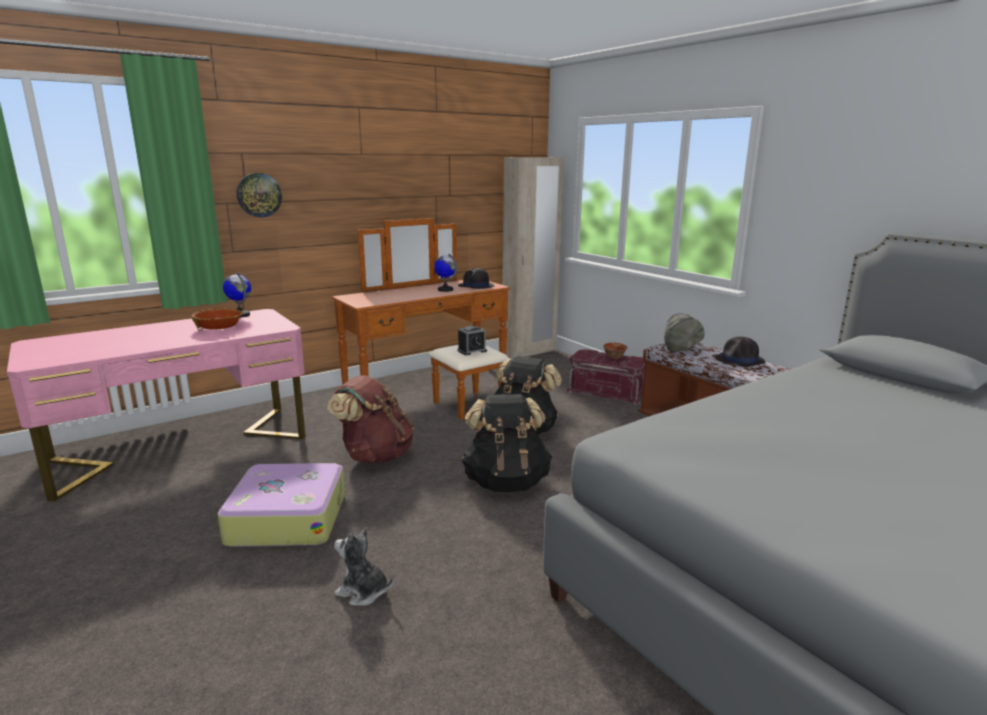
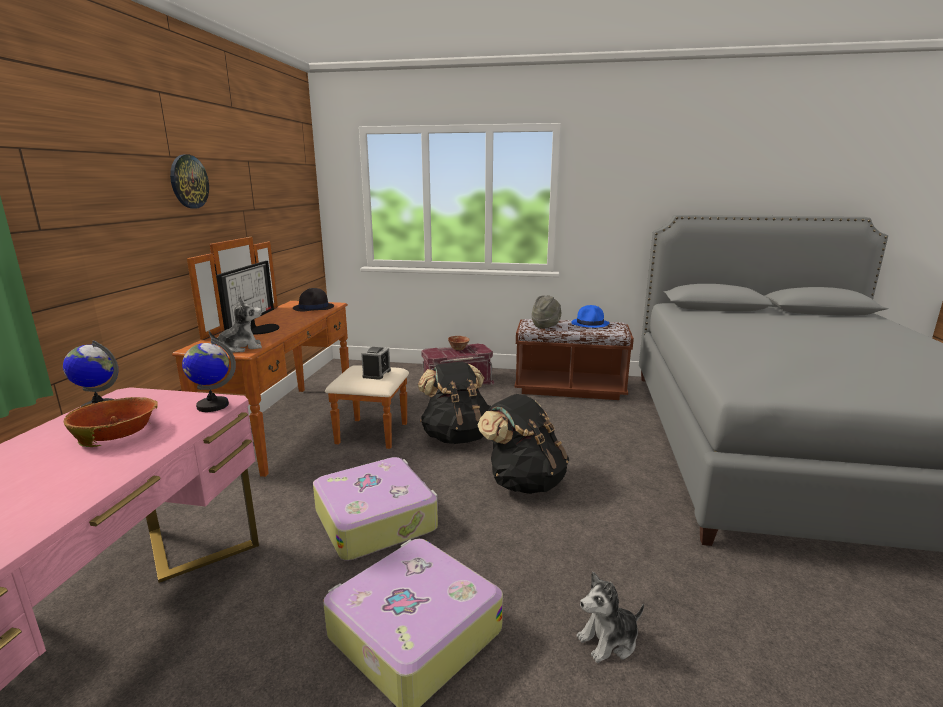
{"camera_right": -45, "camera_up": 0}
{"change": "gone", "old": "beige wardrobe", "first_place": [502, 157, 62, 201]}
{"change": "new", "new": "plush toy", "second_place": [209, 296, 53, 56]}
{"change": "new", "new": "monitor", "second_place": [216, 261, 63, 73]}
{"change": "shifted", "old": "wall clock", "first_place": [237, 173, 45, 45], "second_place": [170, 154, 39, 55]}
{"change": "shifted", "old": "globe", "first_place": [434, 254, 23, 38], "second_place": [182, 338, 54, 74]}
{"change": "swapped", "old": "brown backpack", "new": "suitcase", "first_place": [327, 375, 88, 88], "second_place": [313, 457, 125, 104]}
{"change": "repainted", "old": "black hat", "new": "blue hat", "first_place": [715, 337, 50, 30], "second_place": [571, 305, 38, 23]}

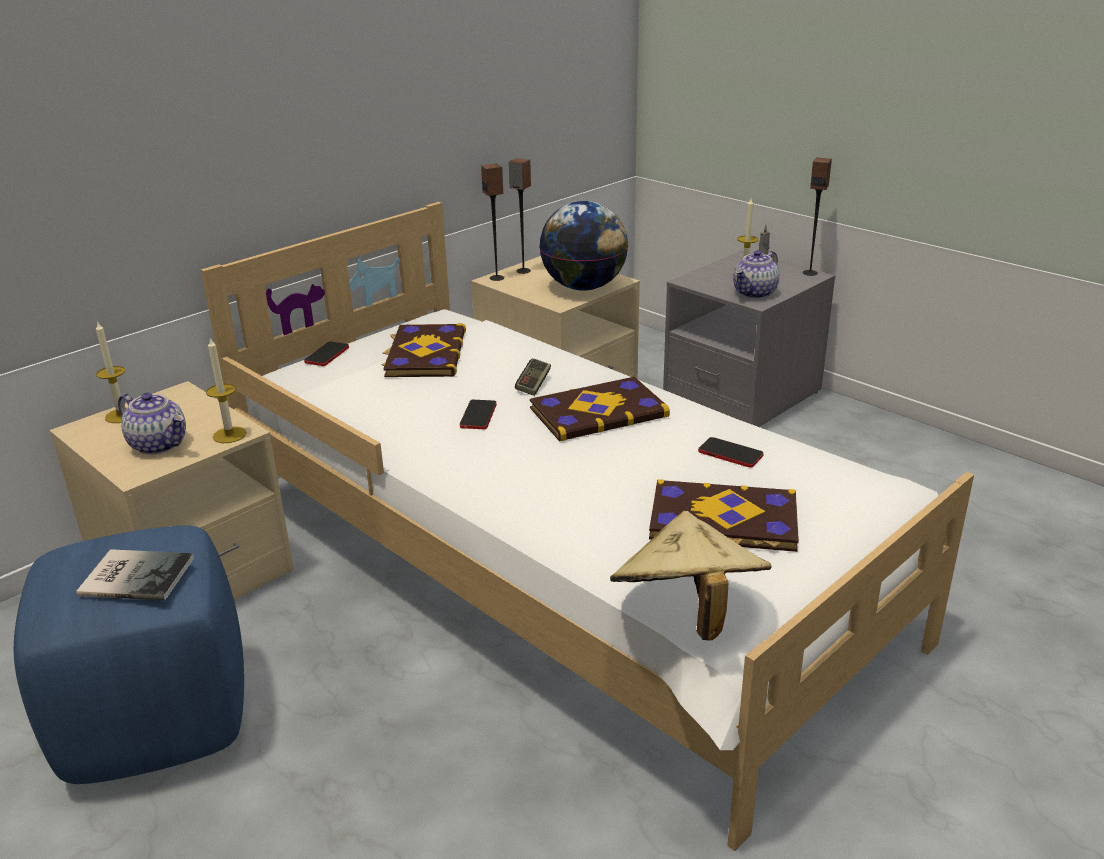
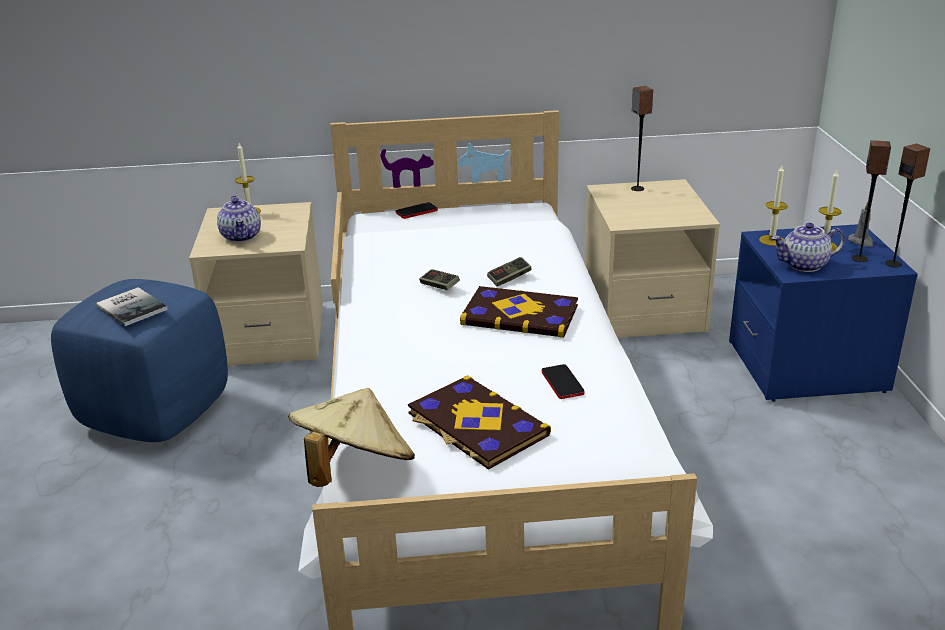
{"camera_right": 40, "camera_up": 0}
{"change": "gone", "old": "book", "first_place": [382, 323, 84, 54]}
{"change": "gone", "old": "globe", "first_place": [539, 201, 89, 90]}
{"change": "shifted", "old": "candle", "first_place": [206, 337, 41, 106], "second_place": [759, 165, 29, 81]}
{"change": "shifted", "old": "speaker", "first_place": [481, 164, 23, 117], "second_place": [851, 140, 40, 122]}
{"change": "swapped", "old": "phone", "new": "game controller", "first_place": [460, 400, 36, 29], "second_place": [419, 269, 41, 21]}
{"change": "repainted", "old": "grey nightstand", "new": "blue nightstand", "first_place": [663, 250, 173, 177], "second_place": [729, 224, 189, 178]}

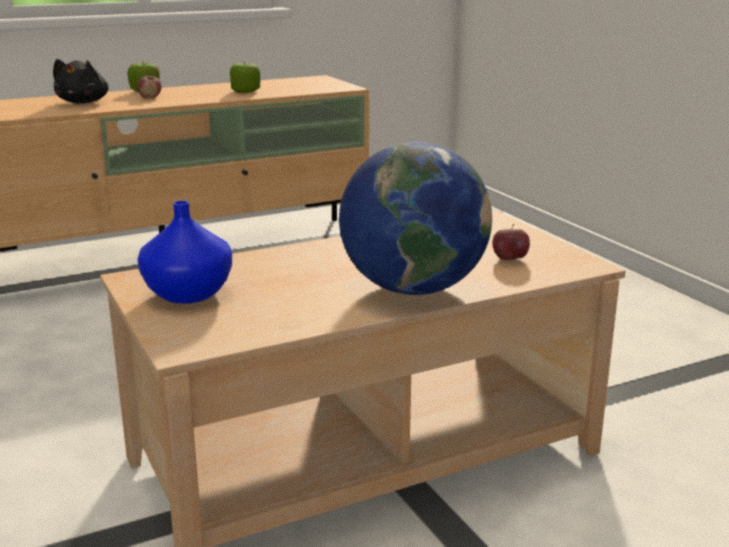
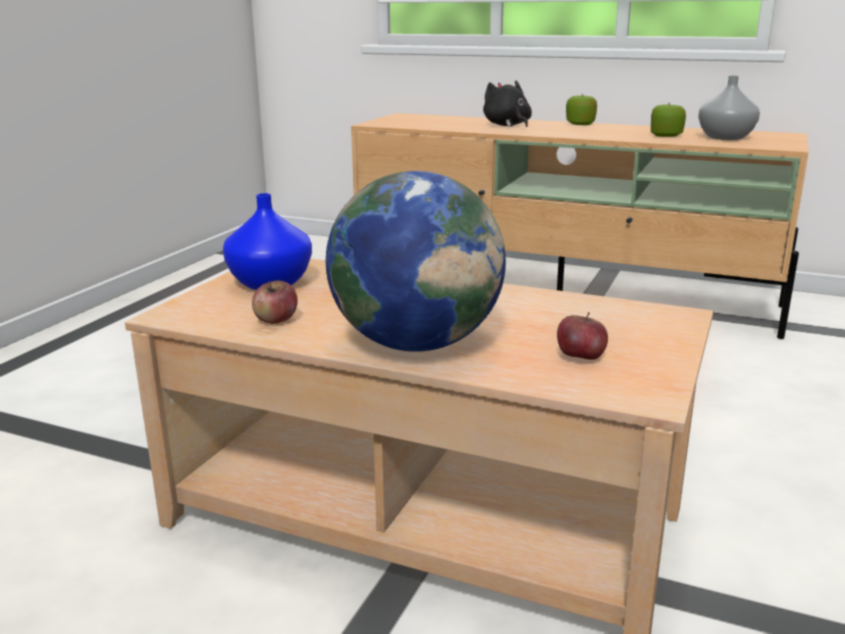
{"camera_right": 50, "camera_up": 0}
{"change": "new", "new": "grey vase", "second_place": [698, 76, 62, 64]}
{"change": "shifted", "old": "apple", "first_place": [137, 75, 25, 23], "second_place": [252, 281, 46, 43]}
{"change": "rotated", "old": "black plush toy", "first_place": [53, 59, 56, 45], "second_place": [483, 81, 49, 46], "degrees": 105}

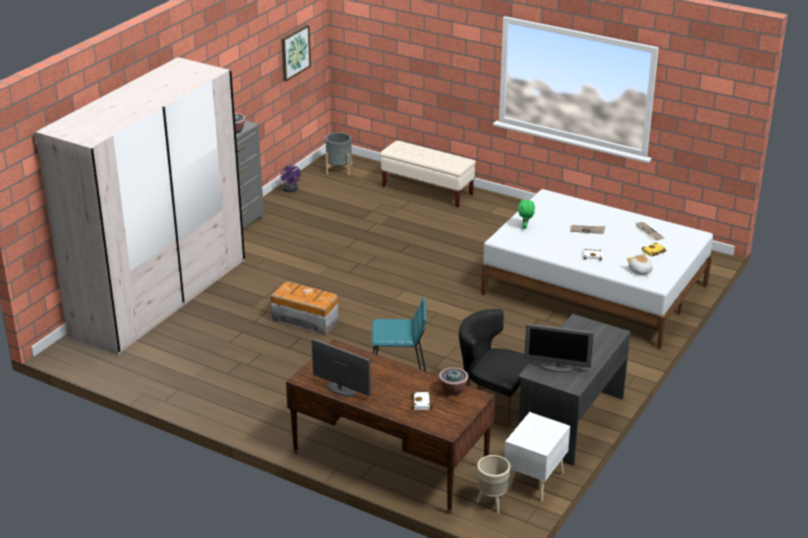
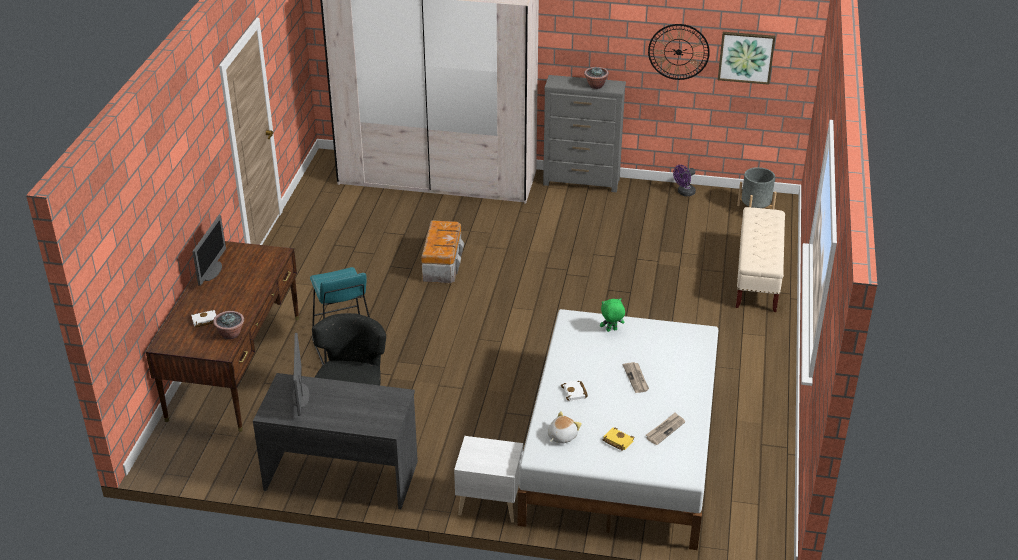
{"camera_right": 70, "camera_up": 5}
{"change": "gone", "old": "beige planter", "first_place": [476, 455, 34, 59]}
{"change": "new", "new": "wall clock", "second_place": [648, 24, 62, 56]}
{"change": "shifted", "old": "white nightstand", "first_place": [504, 412, 66, 90], "second_place": [454, 436, 69, 87]}

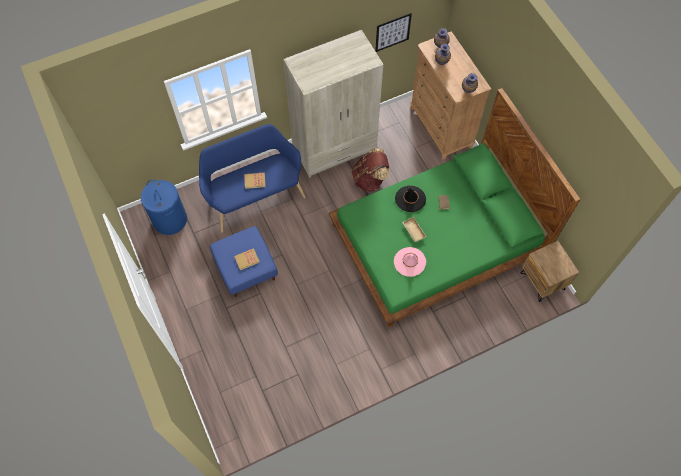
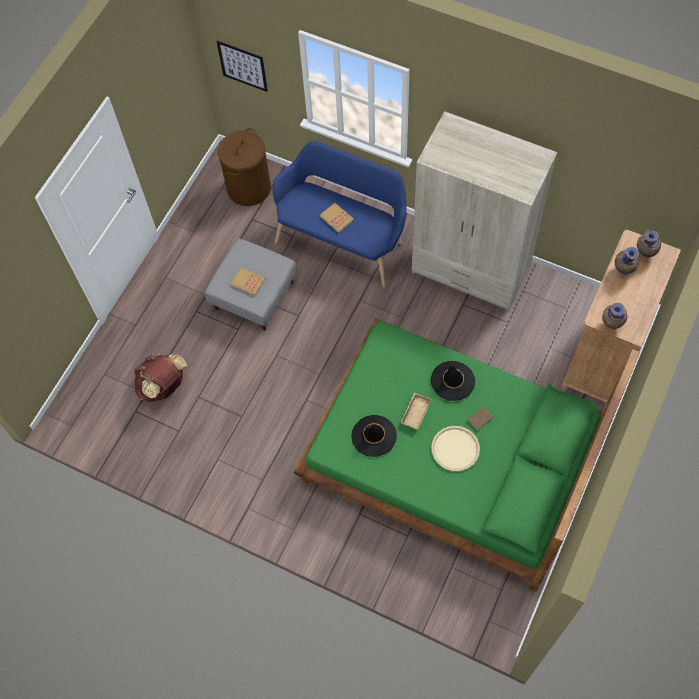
{"camera_right": 55, "camera_up": 0}
{"change": "gone", "old": "brown nightstand", "first_place": [521, 241, 58, 61]}
{"change": "new", "new": "beige tray", "second_place": [431, 426, 49, 45]}
{"change": "shifted", "old": "brown backpack", "first_place": [352, 148, 37, 44], "second_place": [134, 354, 53, 48]}
{"change": "shifted", "old": "picture", "first_place": [375, 13, 37, 39], "second_place": [217, 41, 51, 51]}
{"change": "repainted", "old": "blue laundry basket", "new": "brown laundry basket", "first_place": [141, 180, 46, 55], "second_place": [218, 128, 53, 78]}
{"change": "repainted", "old": "blue ottoman", "new": "grey ottoman", "first_place": [210, 226, 68, 71], "second_place": [204, 238, 93, 93]}
{"change": "repainted", "old": "pink hat", "new": "black hat", "first_place": [394, 247, 32, 30], "second_place": [351, 415, 46, 42]}

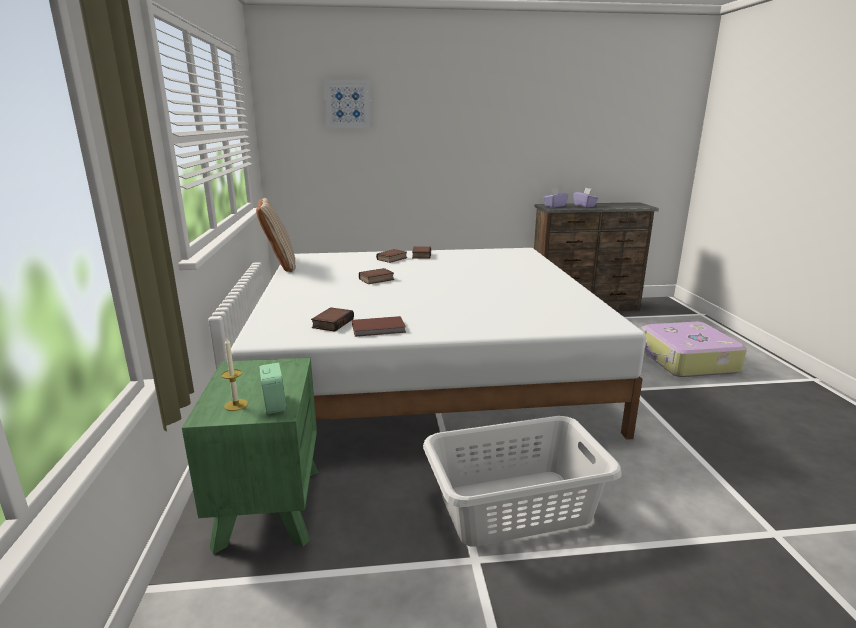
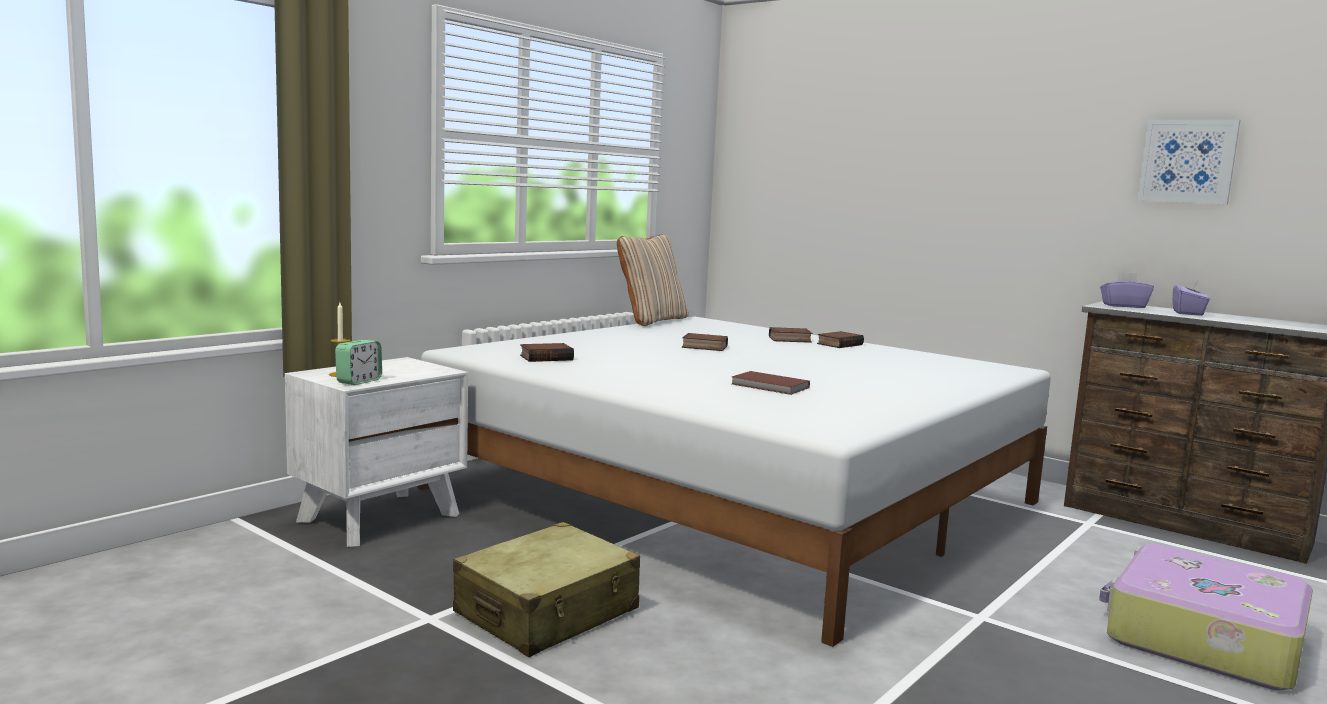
{"camera_right": 45, "camera_up": -10}
{"change": "shifted", "old": "picture", "first_place": [324, 80, 47, 48], "second_place": [1137, 120, 103, 85]}
{"change": "shifted", "old": "brown book", "first_place": [352, 316, 54, 21], "second_place": [732, 371, 78, 24]}
{"change": "swapped", "old": "grey laundry basket", "new": "beige suitcase", "first_place": [423, 416, 198, 131], "second_place": [453, 522, 187, 135]}
{"change": "repainted", "old": "green nightstand", "new": "white nightstand", "first_place": [182, 357, 137, 197], "second_place": [285, 357, 183, 190]}

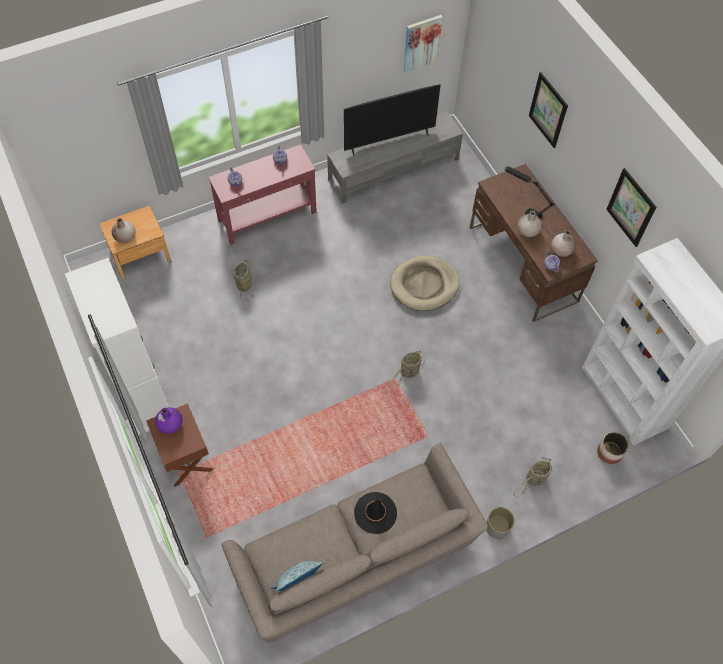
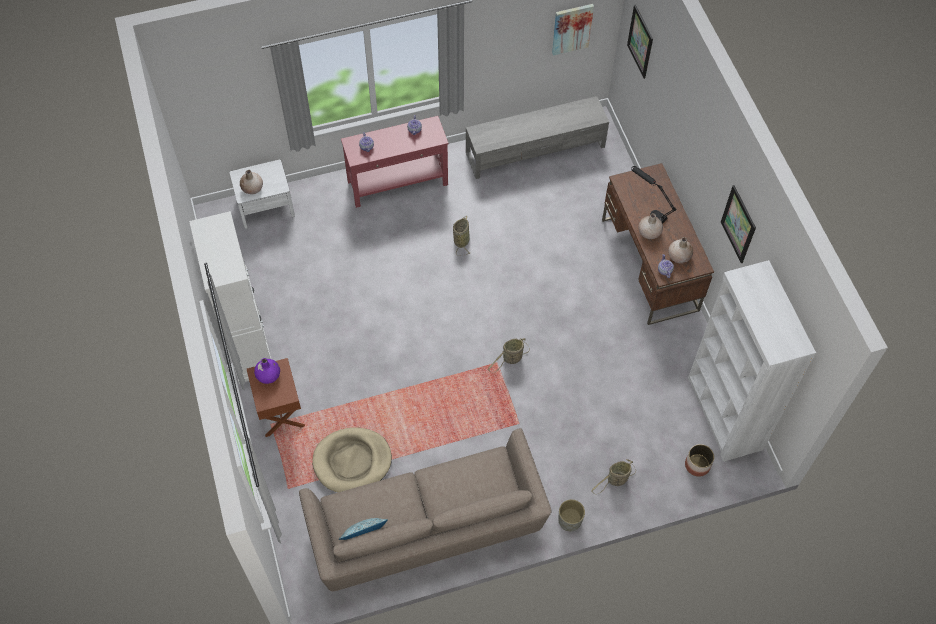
{"camera_right": 10, "camera_up": 0}
{"change": "gone", "old": "television", "first_place": [344, 84, 97, 71]}
{"change": "gone", "old": "black hat", "first_place": [354, 492, 43, 42]}
{"change": "shifted", "old": "basket", "first_place": [233, 259, 21, 41], "second_place": [453, 216, 17, 40]}
{"change": "shifted", "old": "beige dog bed", "first_place": [390, 256, 70, 55], "second_place": [312, 427, 80, 65]}
{"change": "shifted", "old": "picture", "first_place": [529, 72, 39, 76], "second_place": [627, 5, 26, 74]}
{"change": "repainted", "old": "brown nightstand", "new": "white nightstand", "first_place": [100, 206, 71, 73], "second_place": [230, 160, 65, 69]}

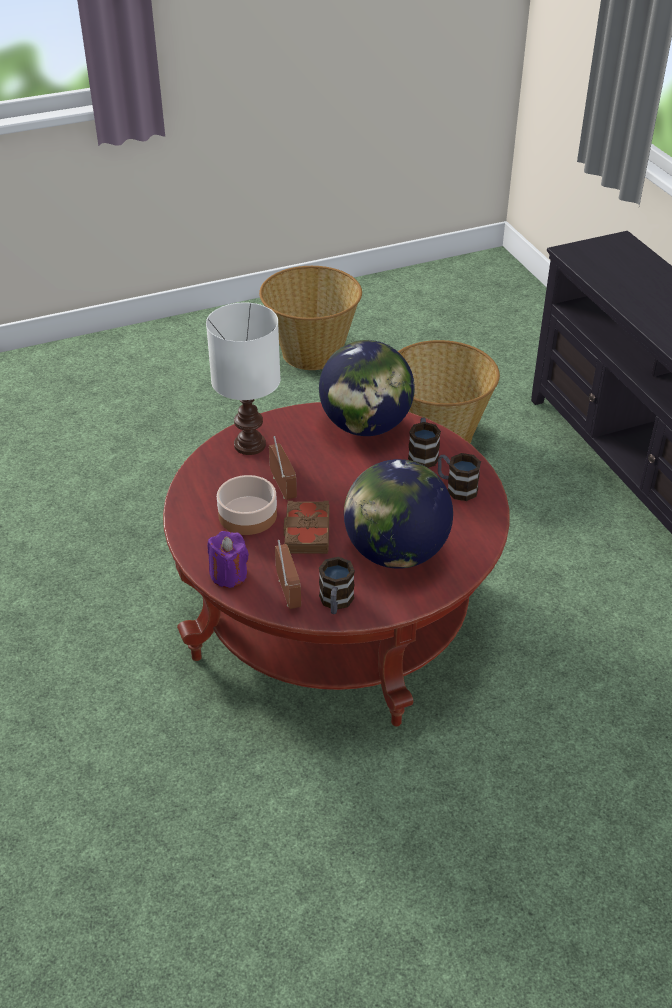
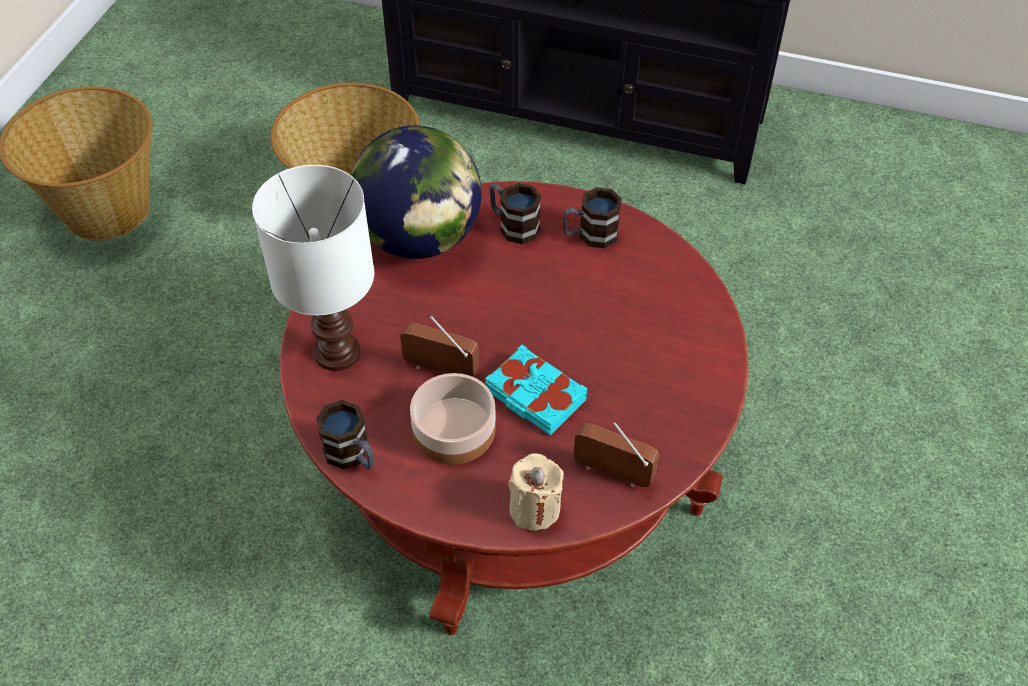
{"camera_right": -50, "camera_up": 10}
{"change": "gone", "old": "globe", "first_place": [344, 459, 109, 110]}
{"change": "shifted", "old": "mug", "first_place": [319, 557, 36, 57], "second_place": [316, 400, 58, 70]}
{"change": "repainted", "old": "purple candle", "new": "beige candle", "first_place": [208, 531, 41, 57], "second_place": [508, 453, 56, 78]}
{"change": "repainted", "old": "brown book", "new": "turquoise book", "first_place": [283, 501, 46, 53], "second_place": [485, 345, 103, 90]}

